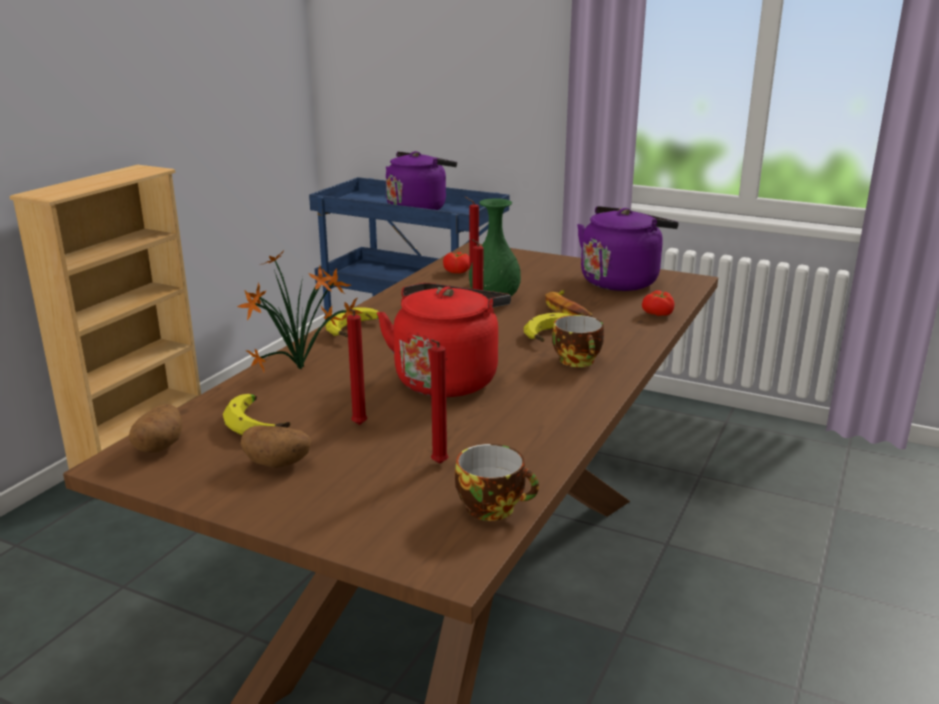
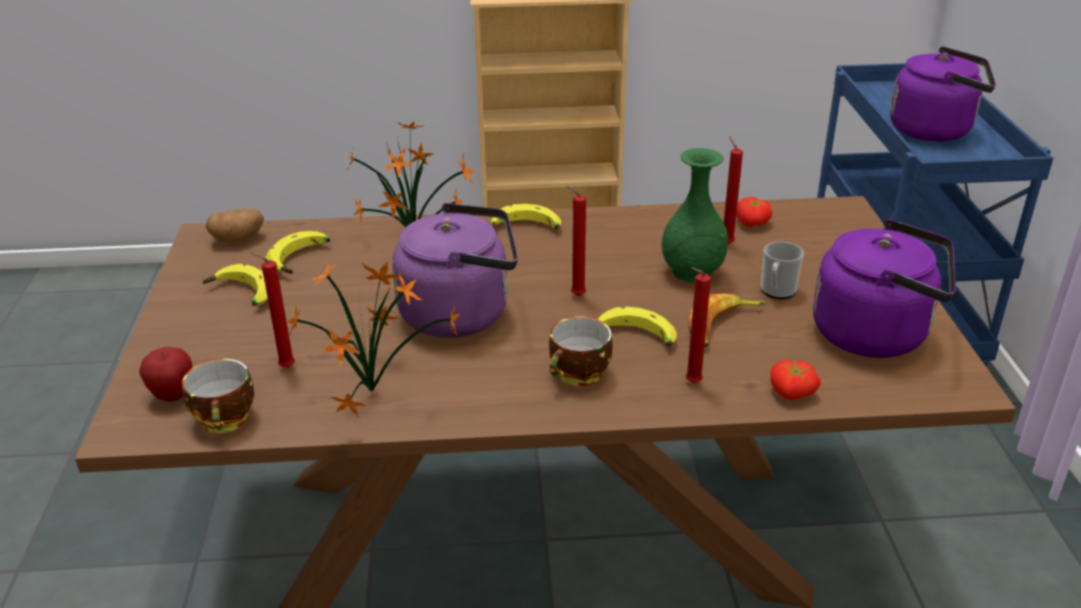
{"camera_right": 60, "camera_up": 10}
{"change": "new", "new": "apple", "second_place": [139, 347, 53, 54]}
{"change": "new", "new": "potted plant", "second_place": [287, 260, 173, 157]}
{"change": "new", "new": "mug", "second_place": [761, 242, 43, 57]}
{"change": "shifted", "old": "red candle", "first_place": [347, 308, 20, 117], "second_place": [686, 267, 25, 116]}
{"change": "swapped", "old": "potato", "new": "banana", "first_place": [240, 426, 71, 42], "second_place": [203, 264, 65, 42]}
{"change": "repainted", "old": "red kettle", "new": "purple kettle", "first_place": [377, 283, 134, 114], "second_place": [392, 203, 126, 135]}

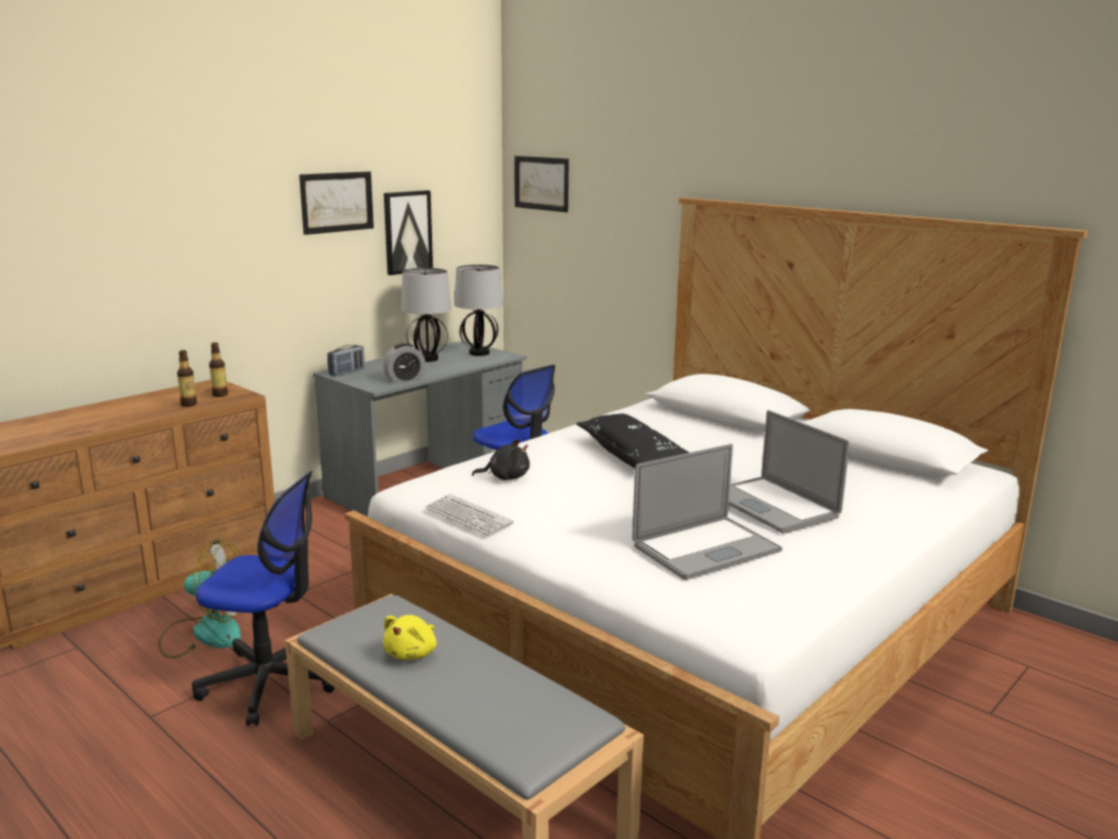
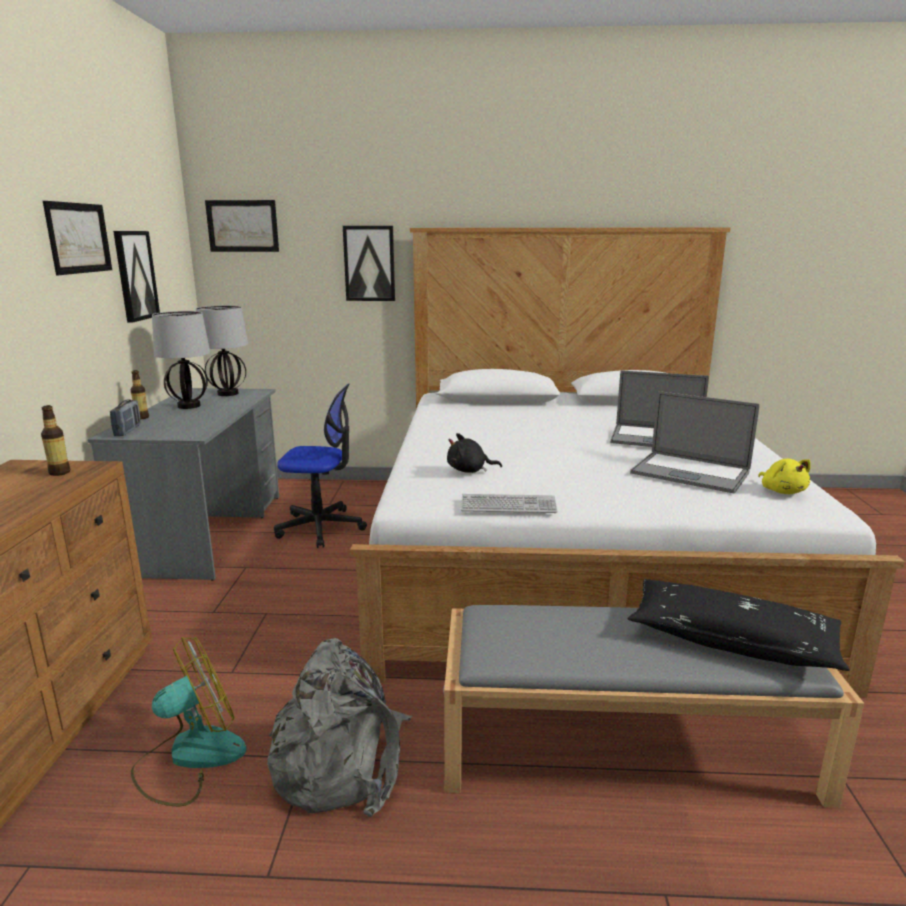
{"camera_right": -40, "camera_up": 0}
{"change": "gone", "old": "alarm clock", "first_place": [383, 343, 43, 40]}
{"change": "new", "new": "picture", "second_place": [343, 226, 52, 75]}
{"change": "shifted", "old": "bottle", "first_place": [177, 350, 20, 57], "second_place": [131, 370, 18, 49]}
{"change": "shifted", "old": "yellow plush toy", "first_place": [383, 615, 54, 45], "second_place": [758, 459, 52, 35]}
{"change": "shifted", "old": "black pillow", "first_place": [576, 413, 113, 55], "second_place": [627, 579, 223, 92]}
{"change": "swapped", "old": "office chair", "new": "grey backpack", "first_place": [192, 471, 143, 255], "second_place": [267, 638, 145, 179]}
{"change": "rotated", "old": "black plush toy", "first_place": [472, 439, 58, 41], "second_place": [447, 433, 55, 40], "degrees": -135}
{"change": "rotated", "old": "laptop", "first_place": [632, 444, 150, 136], "second_place": [630, 391, 130, 102], "degrees": 105}

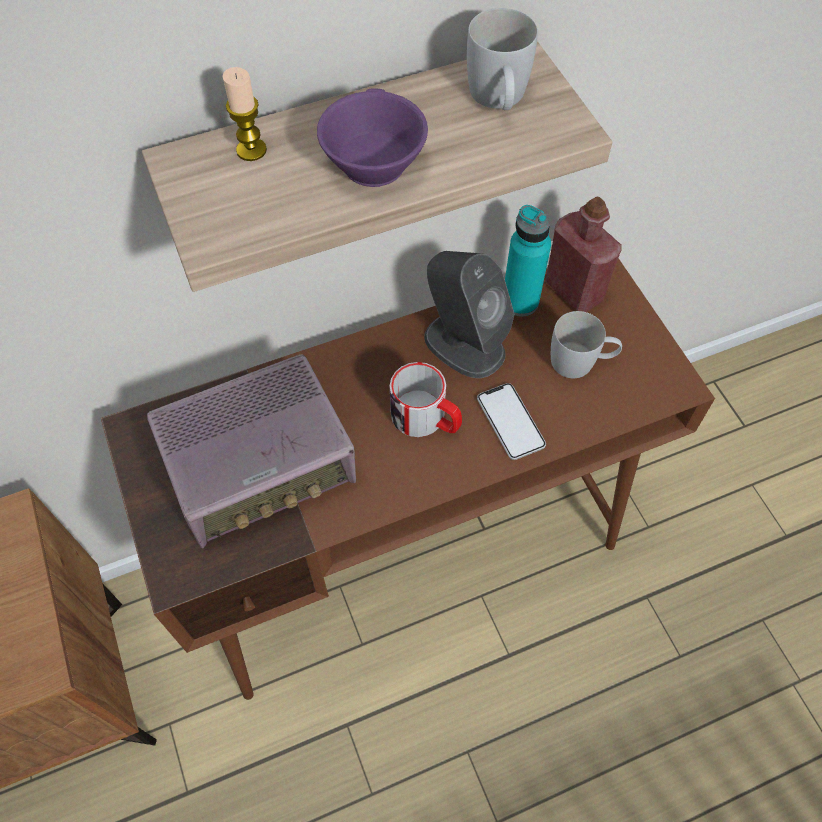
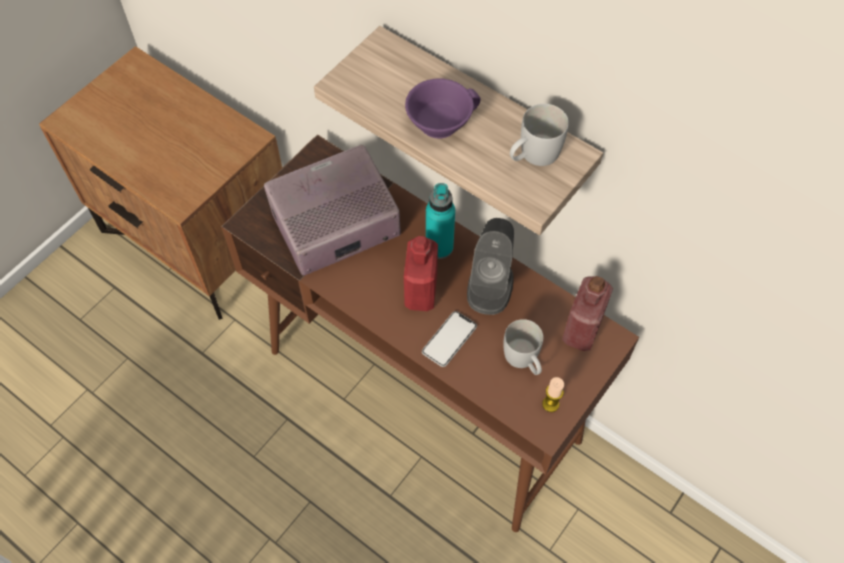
{"camera_right": 60, "camera_up": 0}
{"change": "shifted", "old": "candle", "first_place": [223, 67, 44, 94], "second_place": [542, 377, 22, 35]}
{"change": "shifted", "old": "turquoise bottle", "first_place": [505, 205, 46, 111], "second_place": [426, 183, 29, 76]}
{"change": "swapped", "old": "mug", "new": "red bottle", "first_place": [390, 362, 72, 75], "second_place": [404, 236, 34, 75]}
{"change": "rotated", "old": "radio", "first_place": [147, 354, 209, 195], "second_place": [264, 145, 137, 131], "degrees": 120}

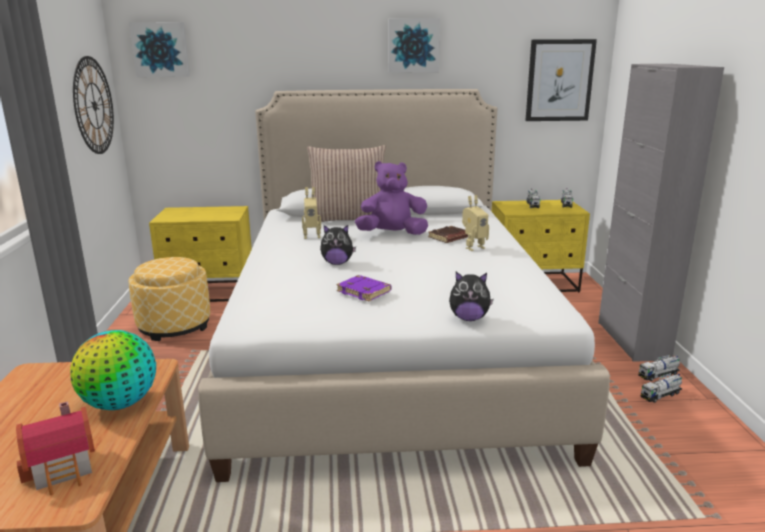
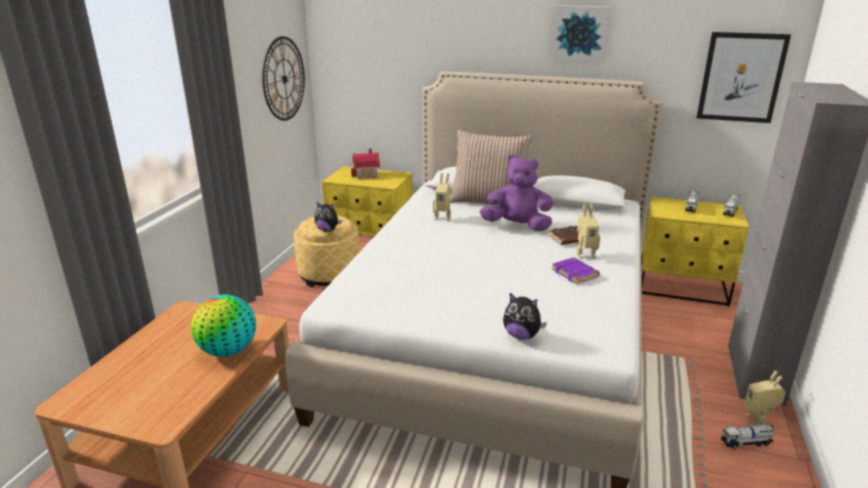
{"camera_right": 20, "camera_up": 5}
{"change": "gone", "old": "picture", "first_place": [129, 22, 61, 55]}
{"change": "shifted", "old": "toy house", "first_place": [16, 401, 79, 94], "second_place": [351, 148, 29, 33]}
{"change": "shifted", "old": "plush toy", "first_place": [320, 225, 36, 40], "second_place": [314, 202, 28, 30]}
{"change": "shifted", "old": "purple book", "first_place": [336, 275, 55, 26], "second_place": [551, 258, 49, 26]}
{"change": "swapped", "old": "toy truck", "new": "toy robot", "first_place": [638, 355, 42, 26], "second_place": [744, 371, 42, 56]}

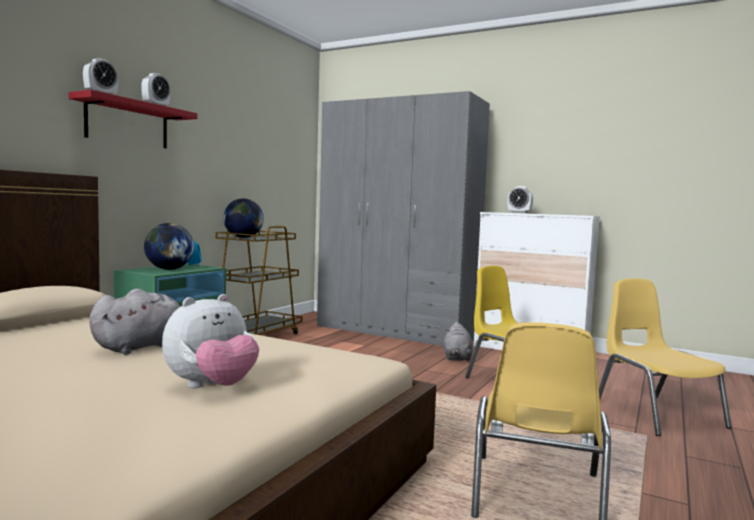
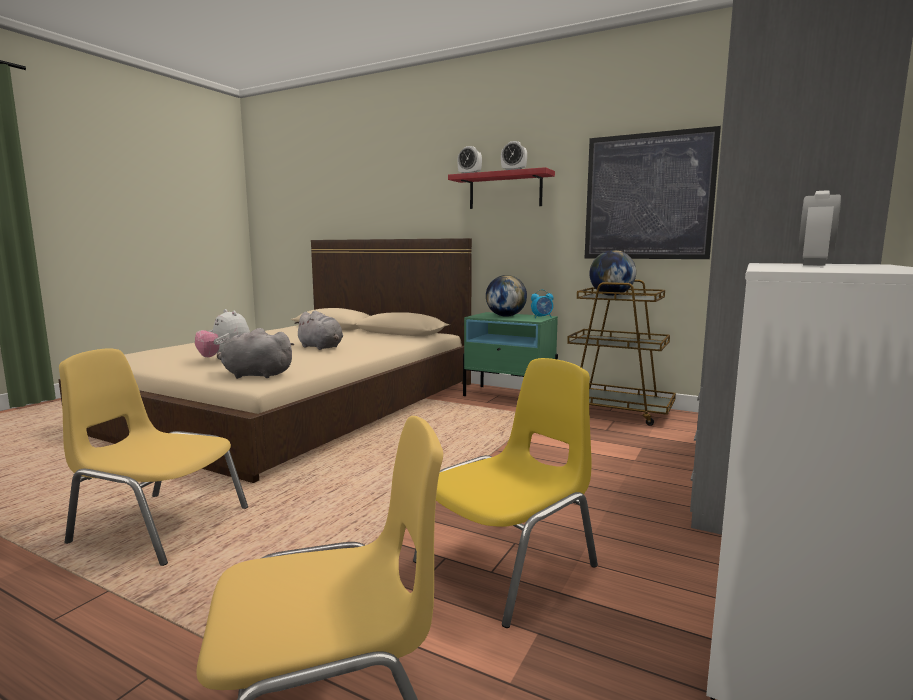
{"camera_right": 90, "camera_up": 5}
{"change": "new", "new": "picture", "second_place": [585, 126, 136, 133]}
{"change": "shifted", "old": "grey plush toy", "first_place": [444, 322, 29, 40], "second_place": [217, 328, 78, 51]}

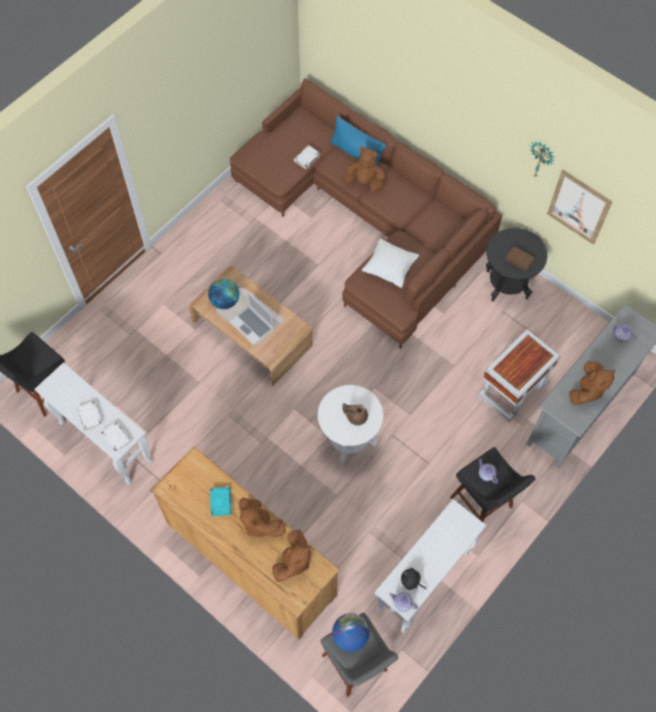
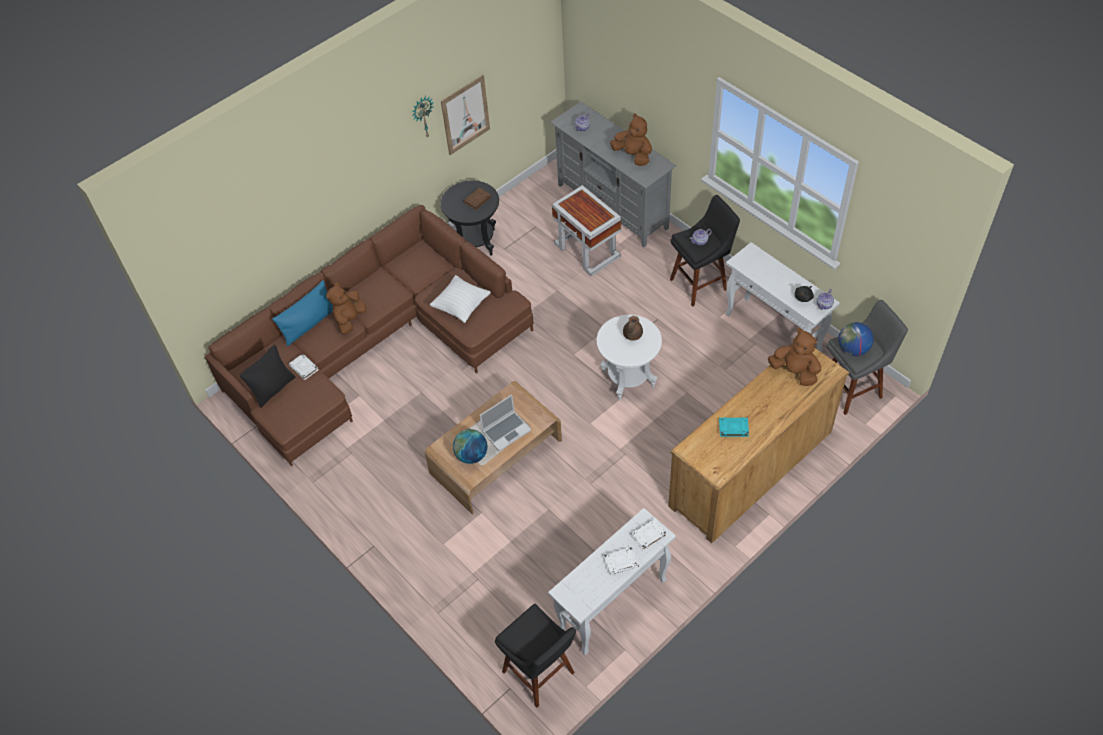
{"camera_right": -80, "camera_up": -10}
{"change": "gone", "old": "brown plush toy", "first_place": [239, 498, 46, 39]}
{"change": "new", "new": "black pillow", "second_place": [240, 345, 55, 63]}

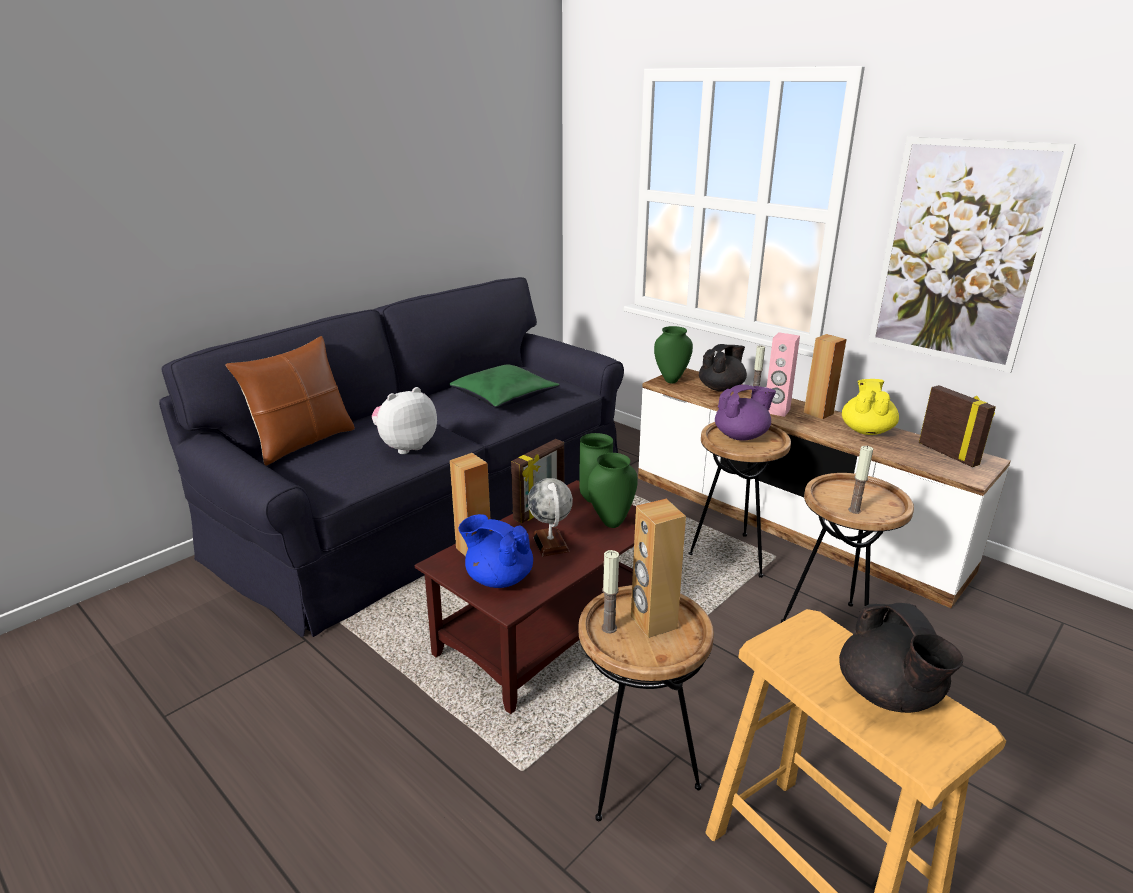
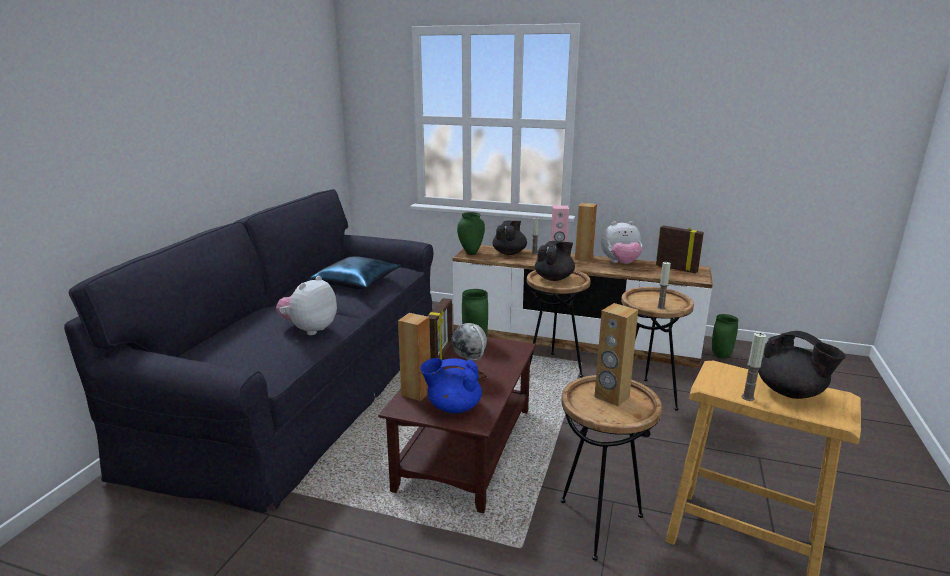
{"camera_right": -25, "camera_up": -5}
{"change": "gone", "old": "brown pillow", "first_place": [225, 336, 130, 129]}
{"change": "gone", "old": "picture", "first_place": [869, 136, 206, 237]}
{"change": "shifted", "old": "green vase", "first_place": [588, 453, 50, 75], "second_place": [712, 314, 27, 45]}
{"change": "shifted", "old": "candle", "first_place": [602, 550, 17, 83], "second_place": [742, 332, 24, 69]}
{"change": "swapped", "old": "yellow teapot", "new": "plush toy", "first_place": [842, 379, 57, 56], "second_place": [601, 221, 42, 43]}
{"change": "repainted", "old": "green pillow", "new": "blue pillow", "first_place": [449, 365, 111, 42], "second_place": [310, 256, 91, 33]}
{"change": "repainted", "old": "purple teapot", "new": "black teapot", "first_place": [715, 385, 61, 56], "second_place": [535, 241, 40, 40]}

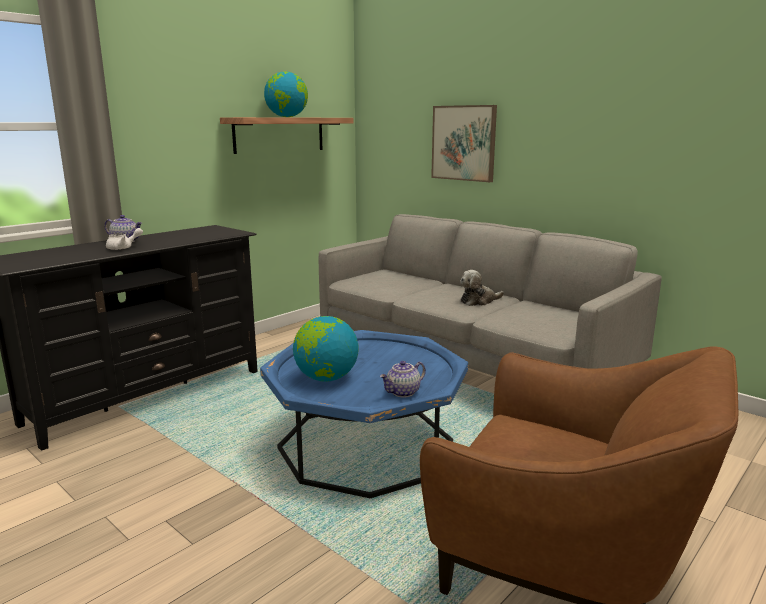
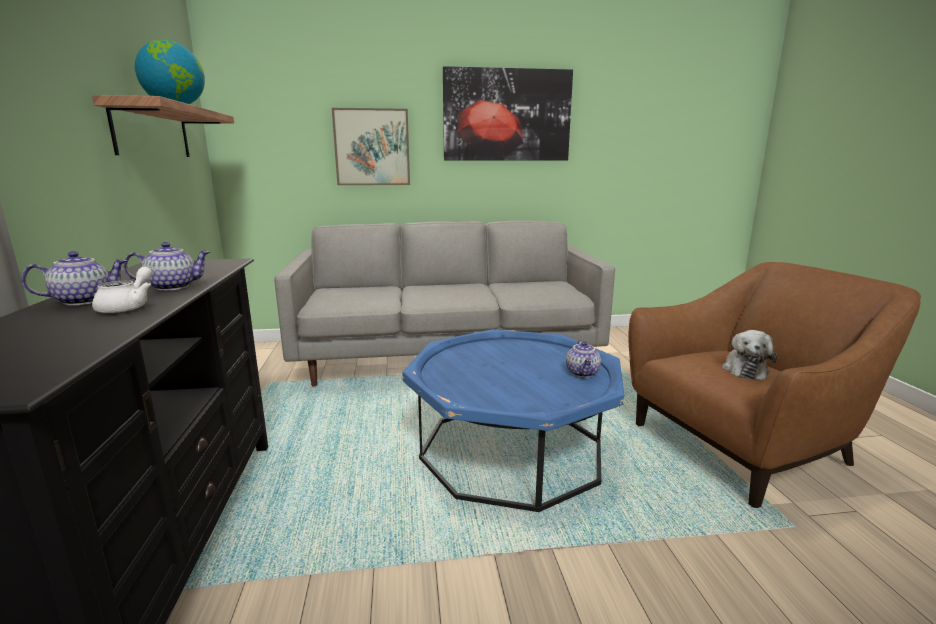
{"camera_right": -50, "camera_up": 0}
{"change": "gone", "old": "globe", "first_place": [293, 316, 66, 66]}
{"change": "new", "new": "teapot", "second_place": [124, 242, 86, 49]}
{"change": "new", "new": "picture", "second_place": [443, 66, 130, 95]}
{"change": "shifted", "old": "plush toy", "first_place": [460, 270, 44, 36], "second_place": [722, 330, 55, 50]}

